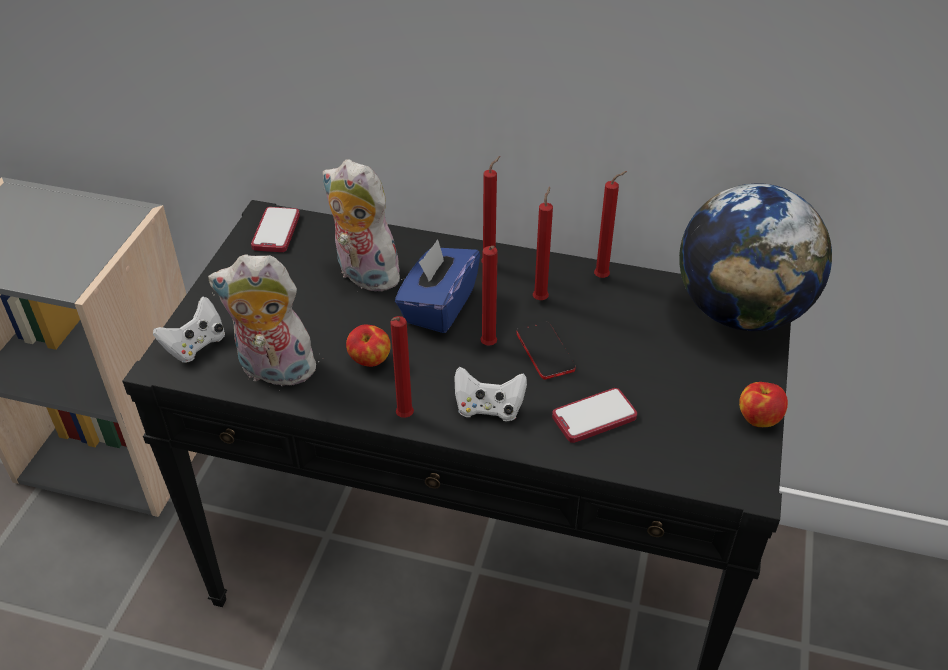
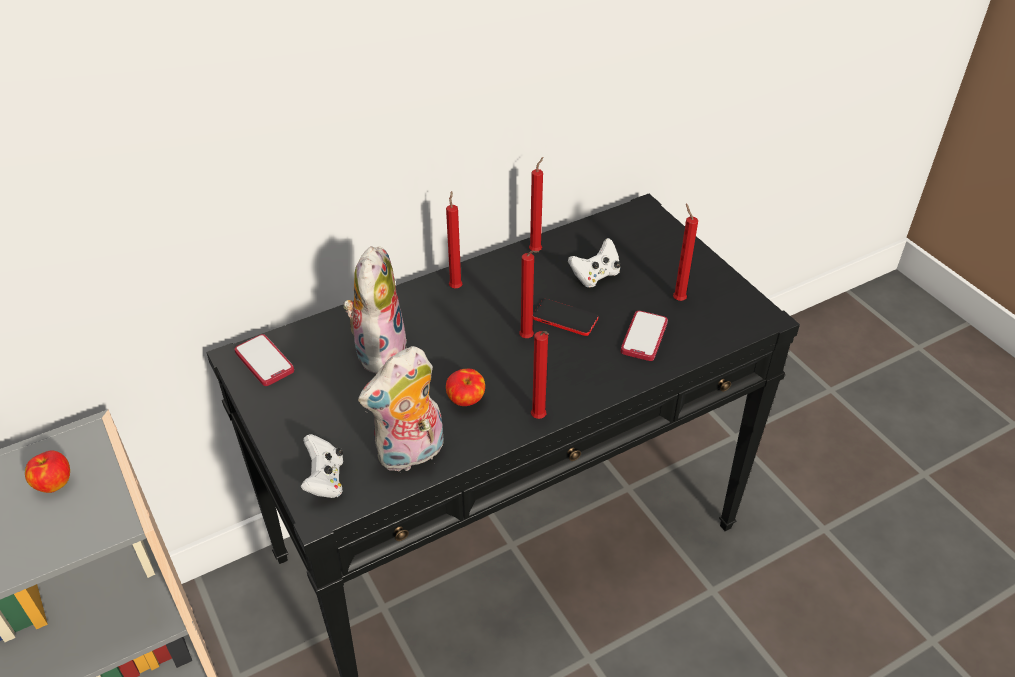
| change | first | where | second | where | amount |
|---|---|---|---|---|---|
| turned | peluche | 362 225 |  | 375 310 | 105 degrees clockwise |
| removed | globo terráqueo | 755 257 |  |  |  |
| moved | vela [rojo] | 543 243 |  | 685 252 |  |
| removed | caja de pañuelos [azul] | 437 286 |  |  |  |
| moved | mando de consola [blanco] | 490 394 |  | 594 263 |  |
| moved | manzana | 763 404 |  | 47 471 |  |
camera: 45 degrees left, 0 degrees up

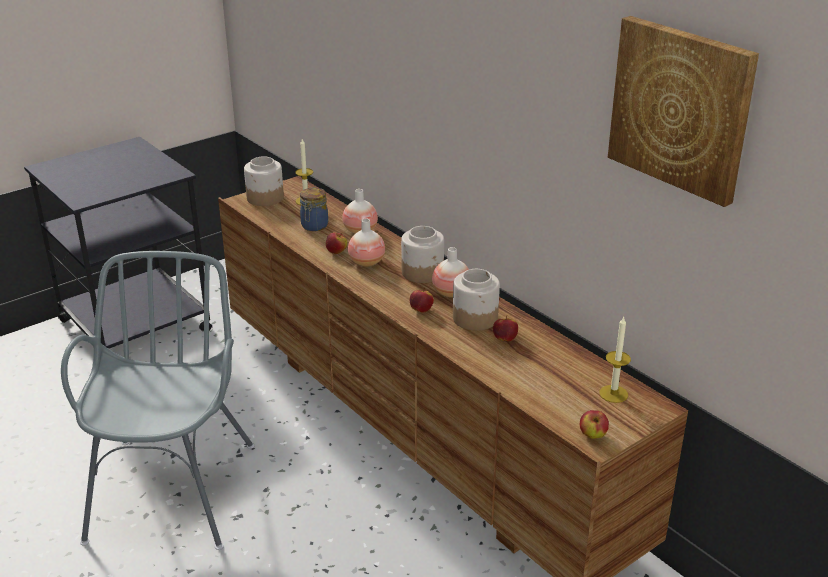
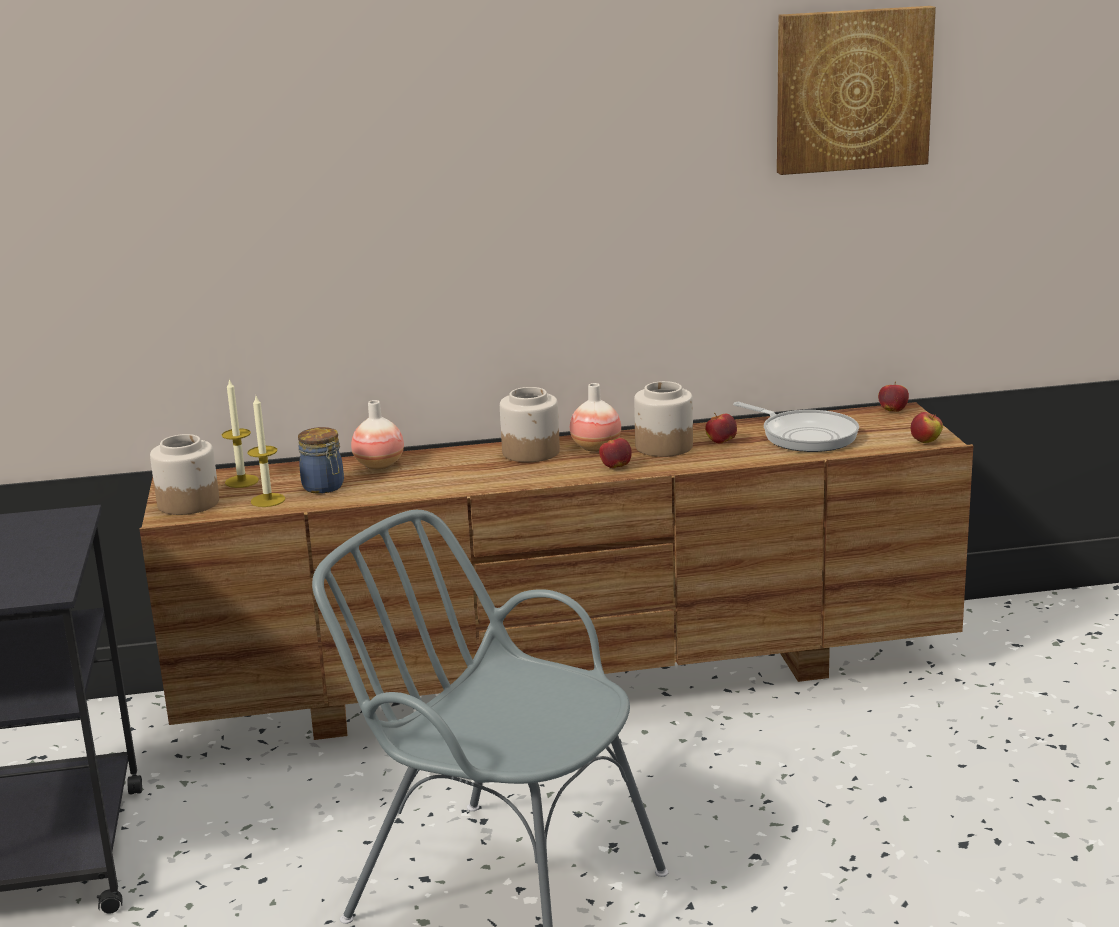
| change | first | where | second | where | amount |
|---|---|---|---|---|---|
| removed | florero | 366 242 |  |  |  |
| moved | manzana | 336 243 |  | 893 396 |  |
| moved | vela | 615 360 |  | 266 451 |  |
| added |  |  | sartén | 796 427 |  |
camera: 60 degrees left, 10 degrees down

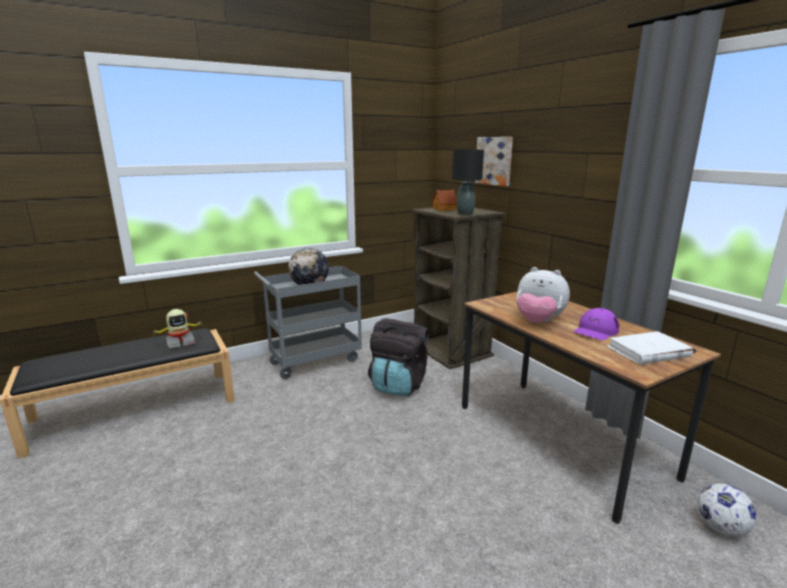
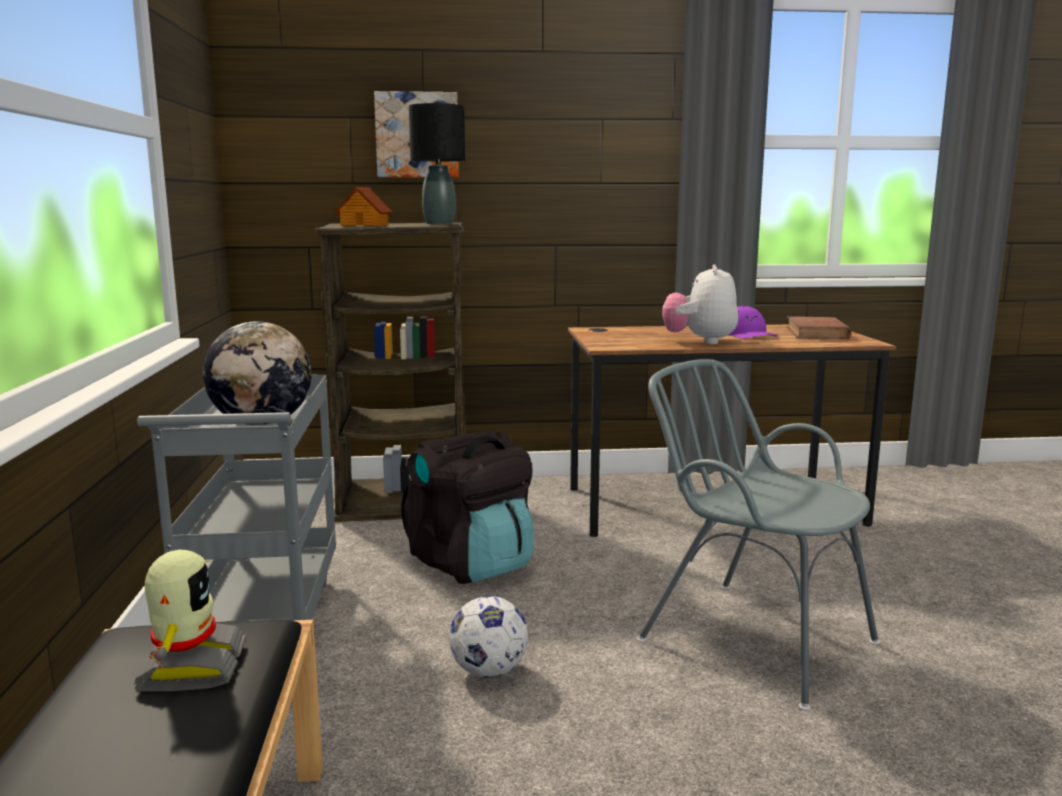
| change | first | where | second | where | amount |
|---|---|---|---|---|---|
| turned | peluche | 543 295 |  | 700 304 | 135 degrees clockwise |
| recoloured | libro [blanco] | 650 348 | libro [marrón] | 818 327 |  |
| moved | balón de fútbol | 727 510 |  | 488 637 |  |
| added |  |  | silla [gris] | 758 535 |  |
camera: 65 degrees left, 5 degrees down

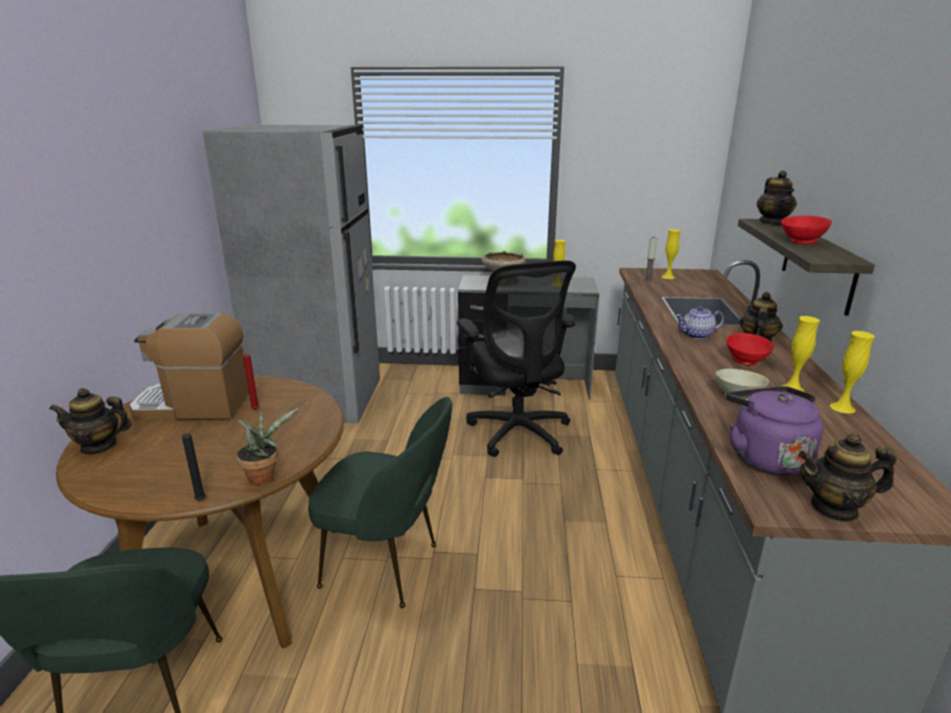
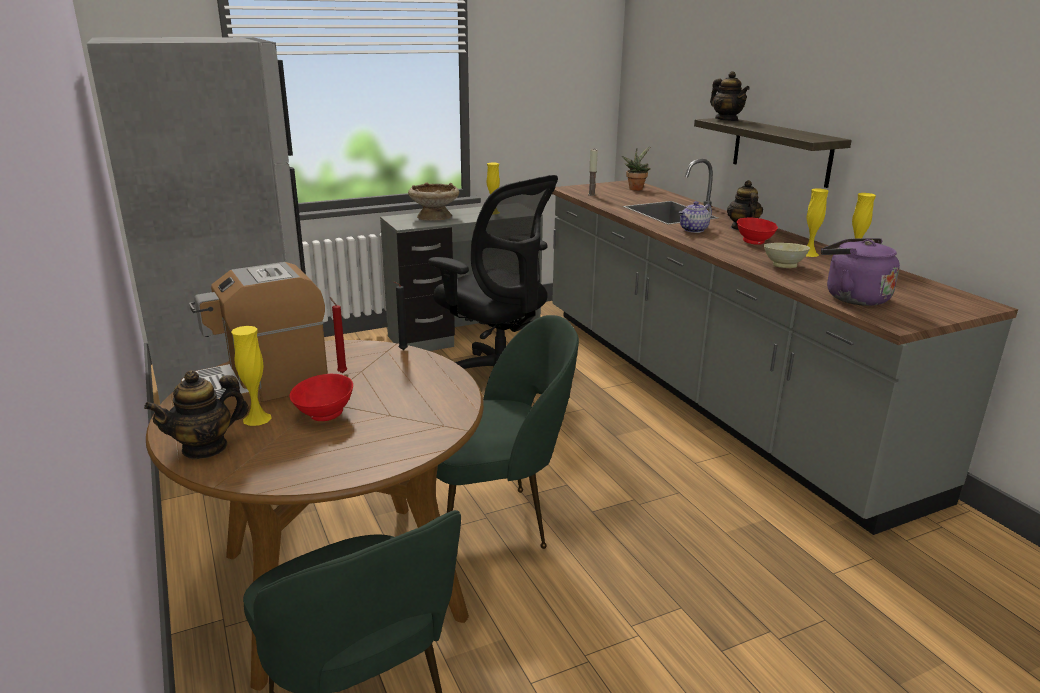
| change | first | where | second | where | amount |
|---|---|---|---|---|---|
| moved | cuenco [rojo] | 806 230 |  | 321 397 |  |
| moved | florero [amarillo] | 670 254 |  | 251 376 |  |
| moved | planta en maceta | 267 447 |  | 636 168 |  |
| moved | vela [negro] | 190 465 |  | 401 316 |  |
| removed | tetera | 847 477 |  |  |  |
camera: 30 degrees left, 0 degrees up

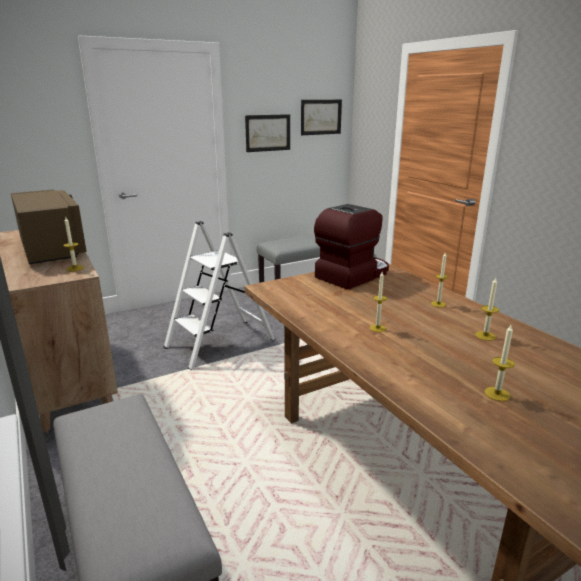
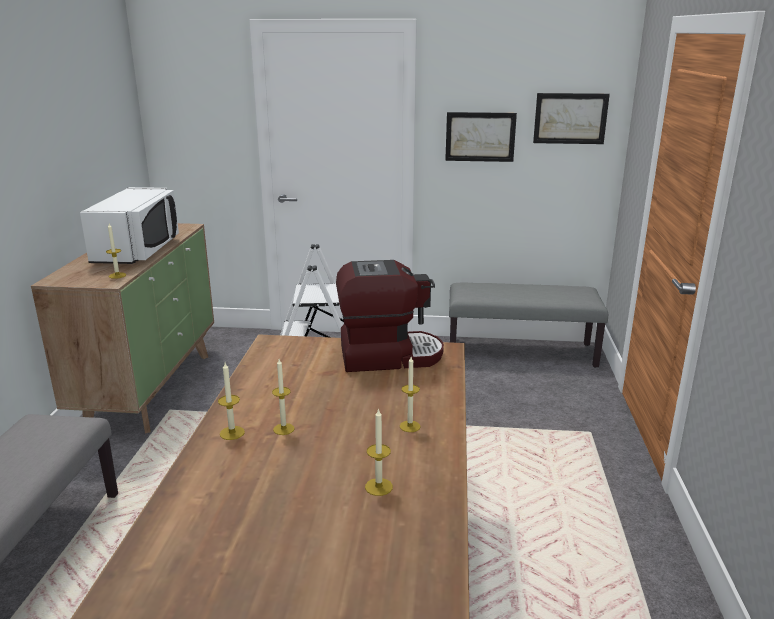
| change | first | where | second | where | amount |
|---|---|---|---|---|---|
| recoloured | microondas [marrón] | 49 226 | microondas [blanco] | 129 225 |  |
| moved | vela | 499 363 |  | 231 401 |  |
camera: 35 degrees right, 0 degrees up

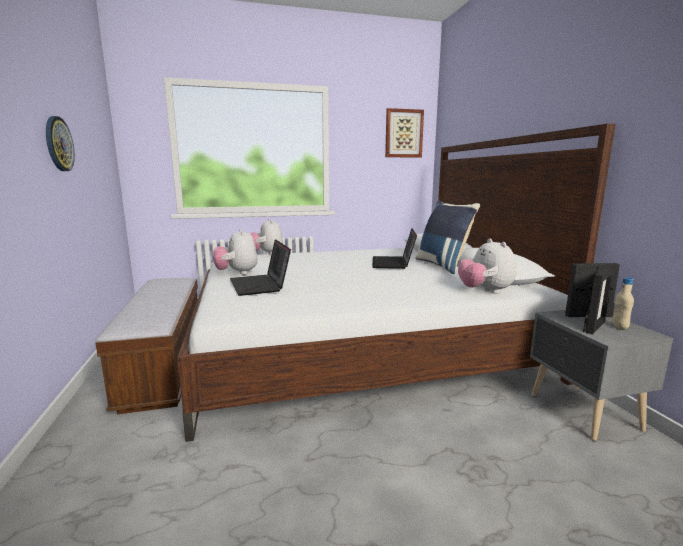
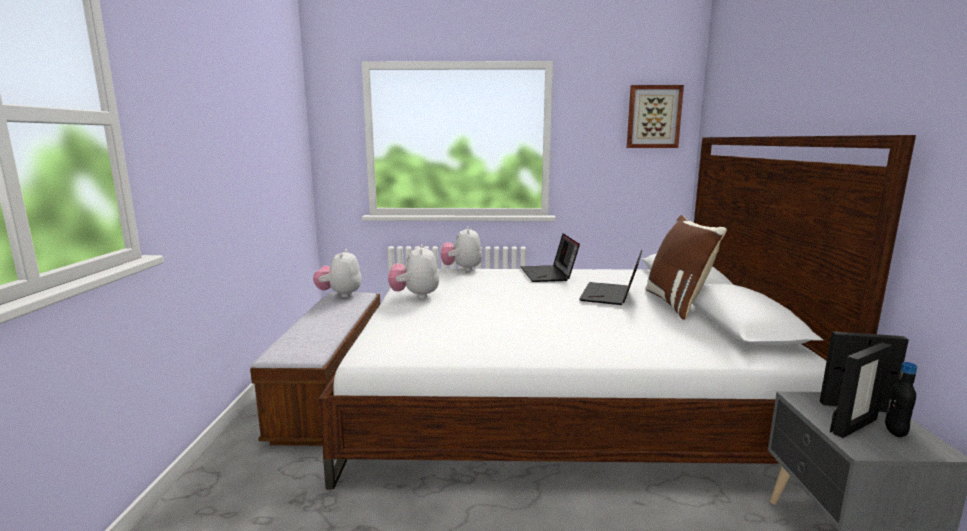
| change | first | where | second | where | amount |
|---|---|---|---|---|---|
| removed | reloj de pared | 60 143 |  |  |  |
| recoloured | cojín [azul] | 448 237 | cojín [marrón] | 686 267 |  |
| moved | portátil | 260 267 |  | 550 257 |  |
| moved | peluche | 487 266 |  | 337 273 |  |
| recoloured | botella [beis] | 623 303 | botella [negro] | 901 399 |  |
camera: 15 degrees right, 0 degrees up

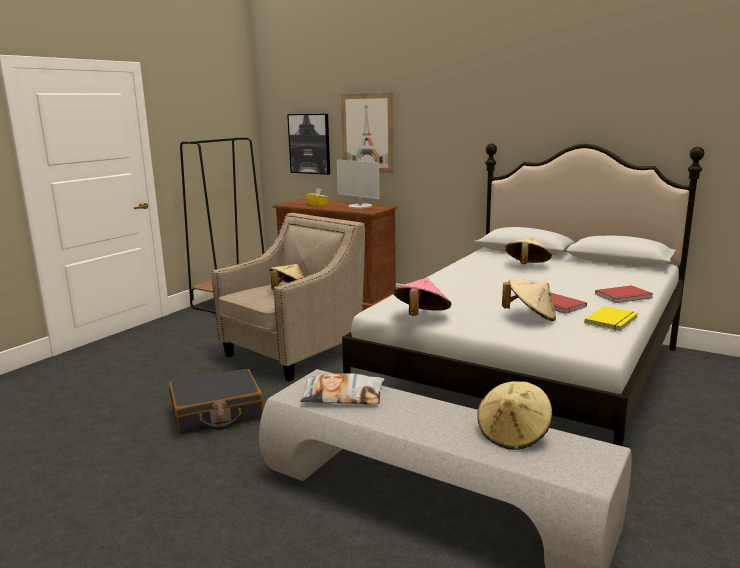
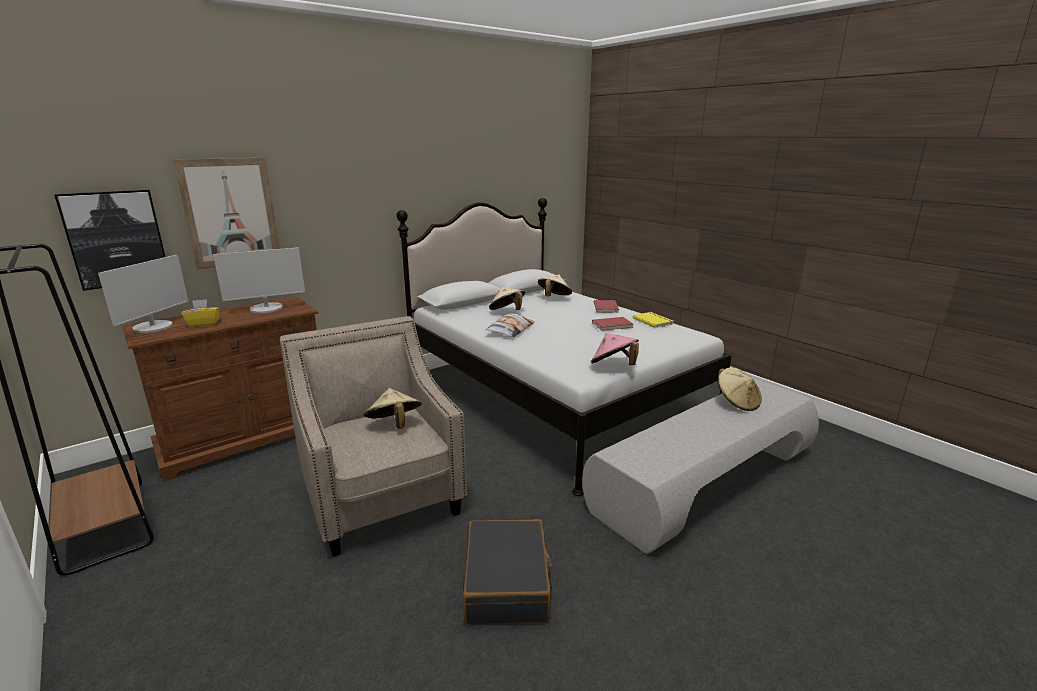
| change | first | where | second | where | amount |
|---|---|---|---|---|---|
| moved | sombrero [beis] | 529 299 |  | 555 285 |  |
| moved | cojín | 342 389 |  | 510 325 |  |
| added |  |  | monitor | 143 294 |  |
camera: 70 degrees left, 5 degrees up

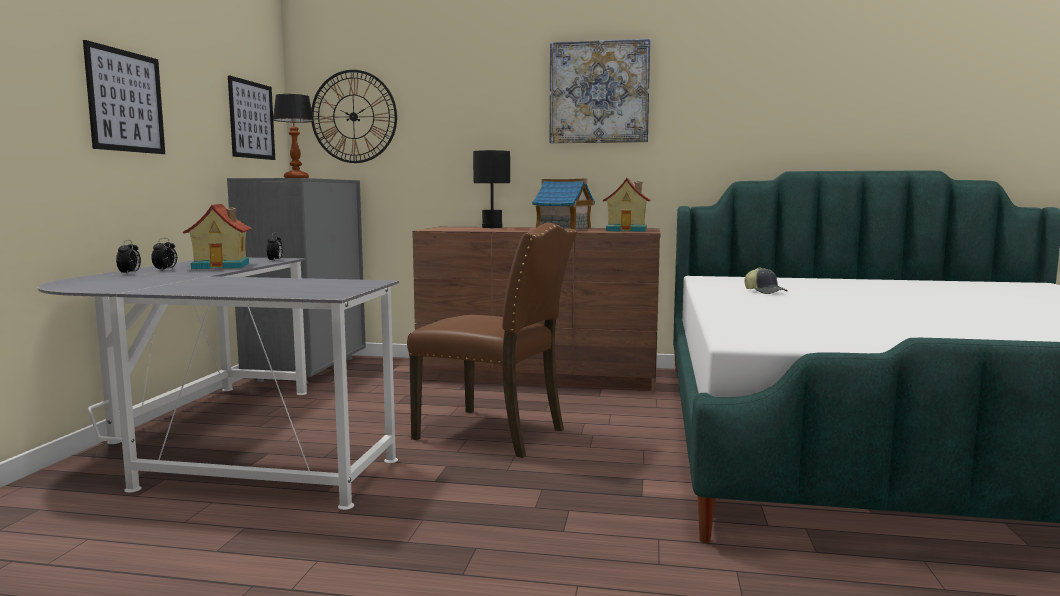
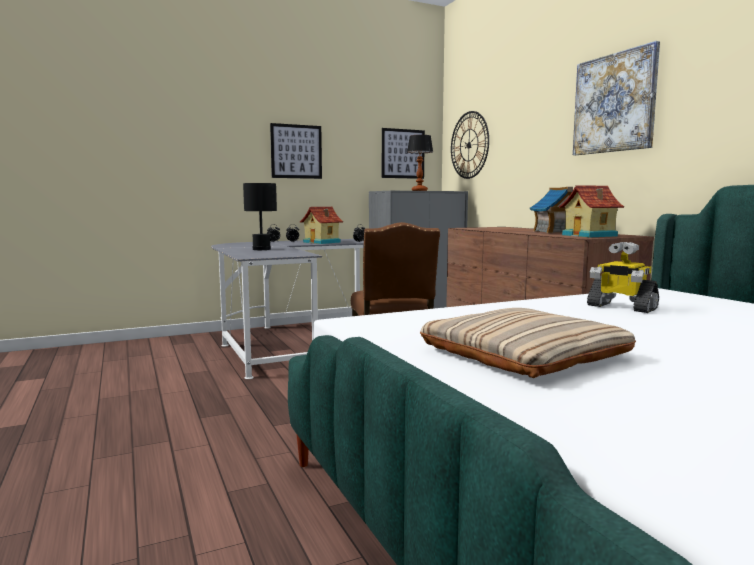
| change | first | where | second | where | amount |
|---|---|---|---|---|---|
| moved | lámpara de mesa [negro] | 491 189 |  | 260 216 |  |
| replaced | gorra | 766 280 | robot de juguete | 623 277 |  |
| added |  |  | cojín [beis] | 528 343 |  |
camera: 55 degrees right, 0 degrees up

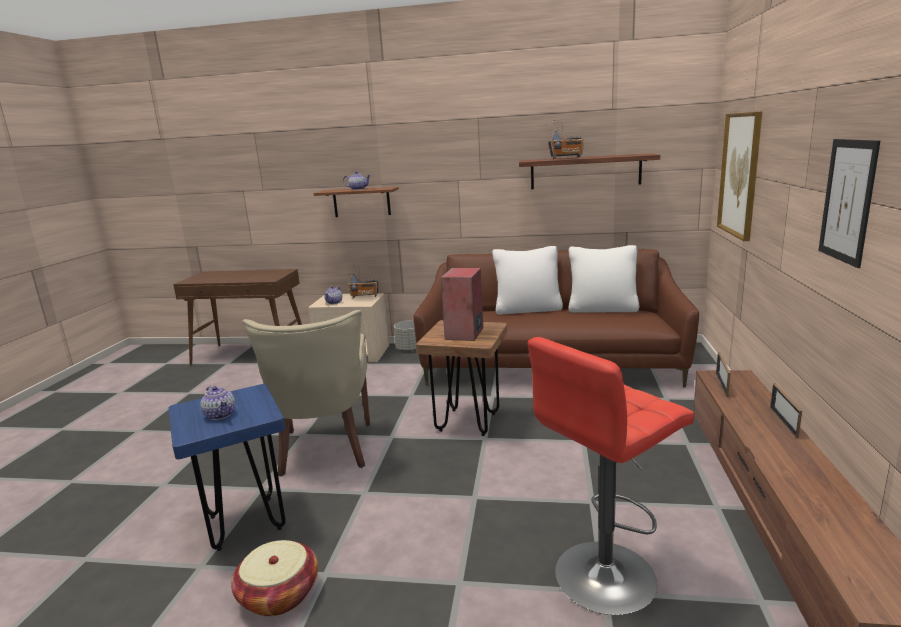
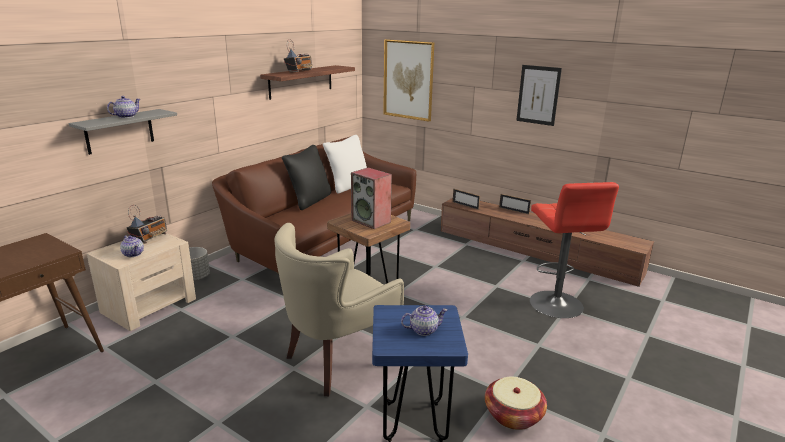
| change | first | where | second | where | amount |
|---|---|---|---|---|---|
| recoloured | estante [marrón] | 356 202 | estante [gris] | 123 132 |  |
| recoloured | cojín [blanco] | 527 280 | cojín [negro] | 306 177 |  |
| turned | sillón [beis] | 306 393 |  | 339 309 | 120 degrees clockwise |
camera: 65 degrees left, 5 degrees up

